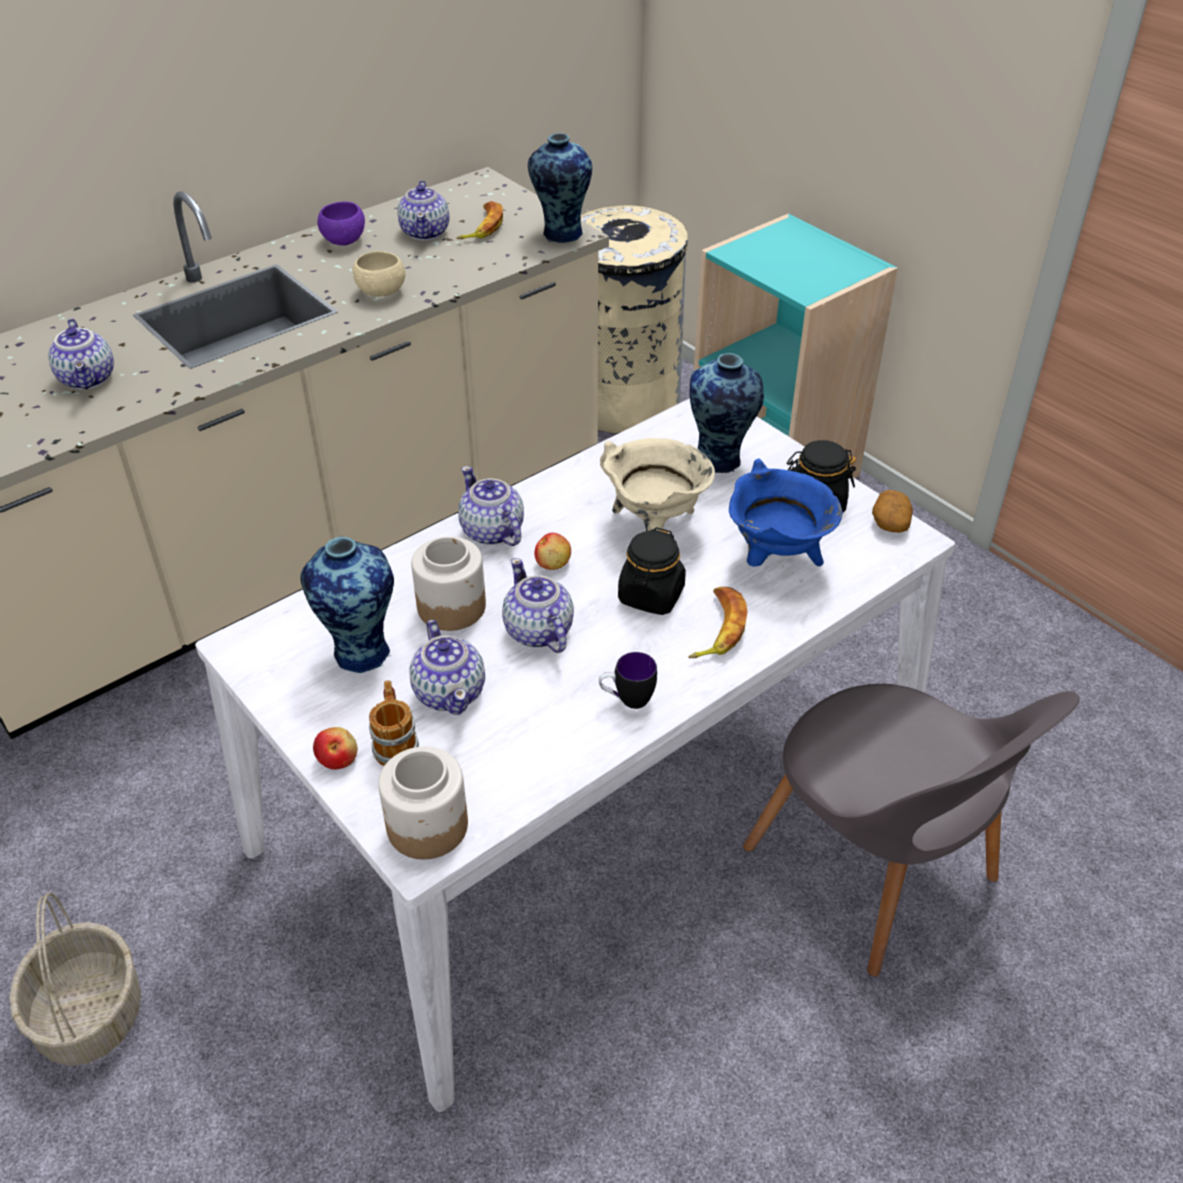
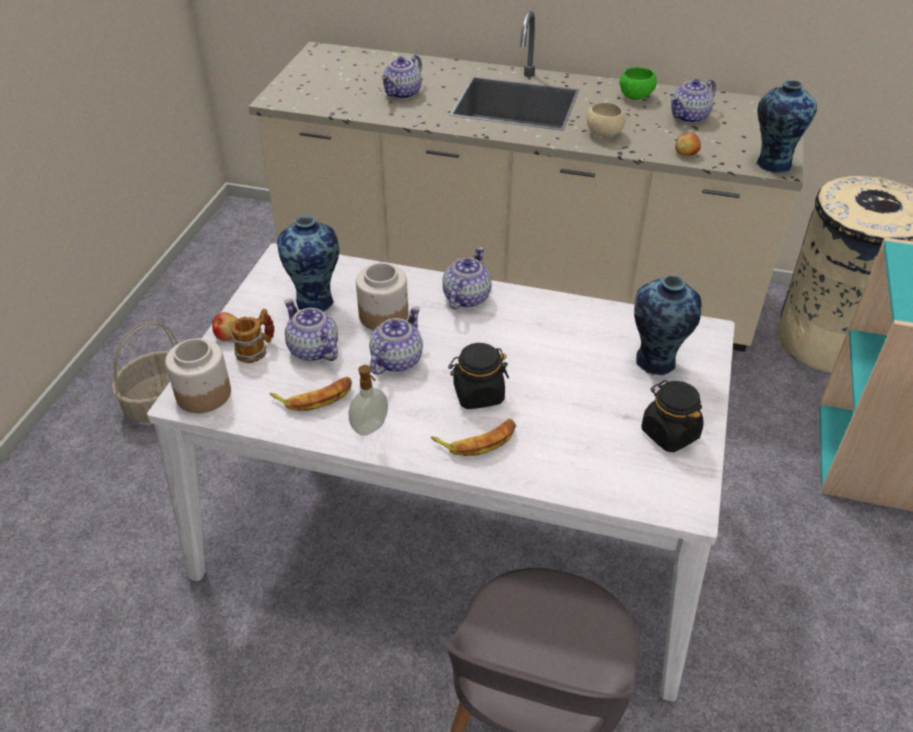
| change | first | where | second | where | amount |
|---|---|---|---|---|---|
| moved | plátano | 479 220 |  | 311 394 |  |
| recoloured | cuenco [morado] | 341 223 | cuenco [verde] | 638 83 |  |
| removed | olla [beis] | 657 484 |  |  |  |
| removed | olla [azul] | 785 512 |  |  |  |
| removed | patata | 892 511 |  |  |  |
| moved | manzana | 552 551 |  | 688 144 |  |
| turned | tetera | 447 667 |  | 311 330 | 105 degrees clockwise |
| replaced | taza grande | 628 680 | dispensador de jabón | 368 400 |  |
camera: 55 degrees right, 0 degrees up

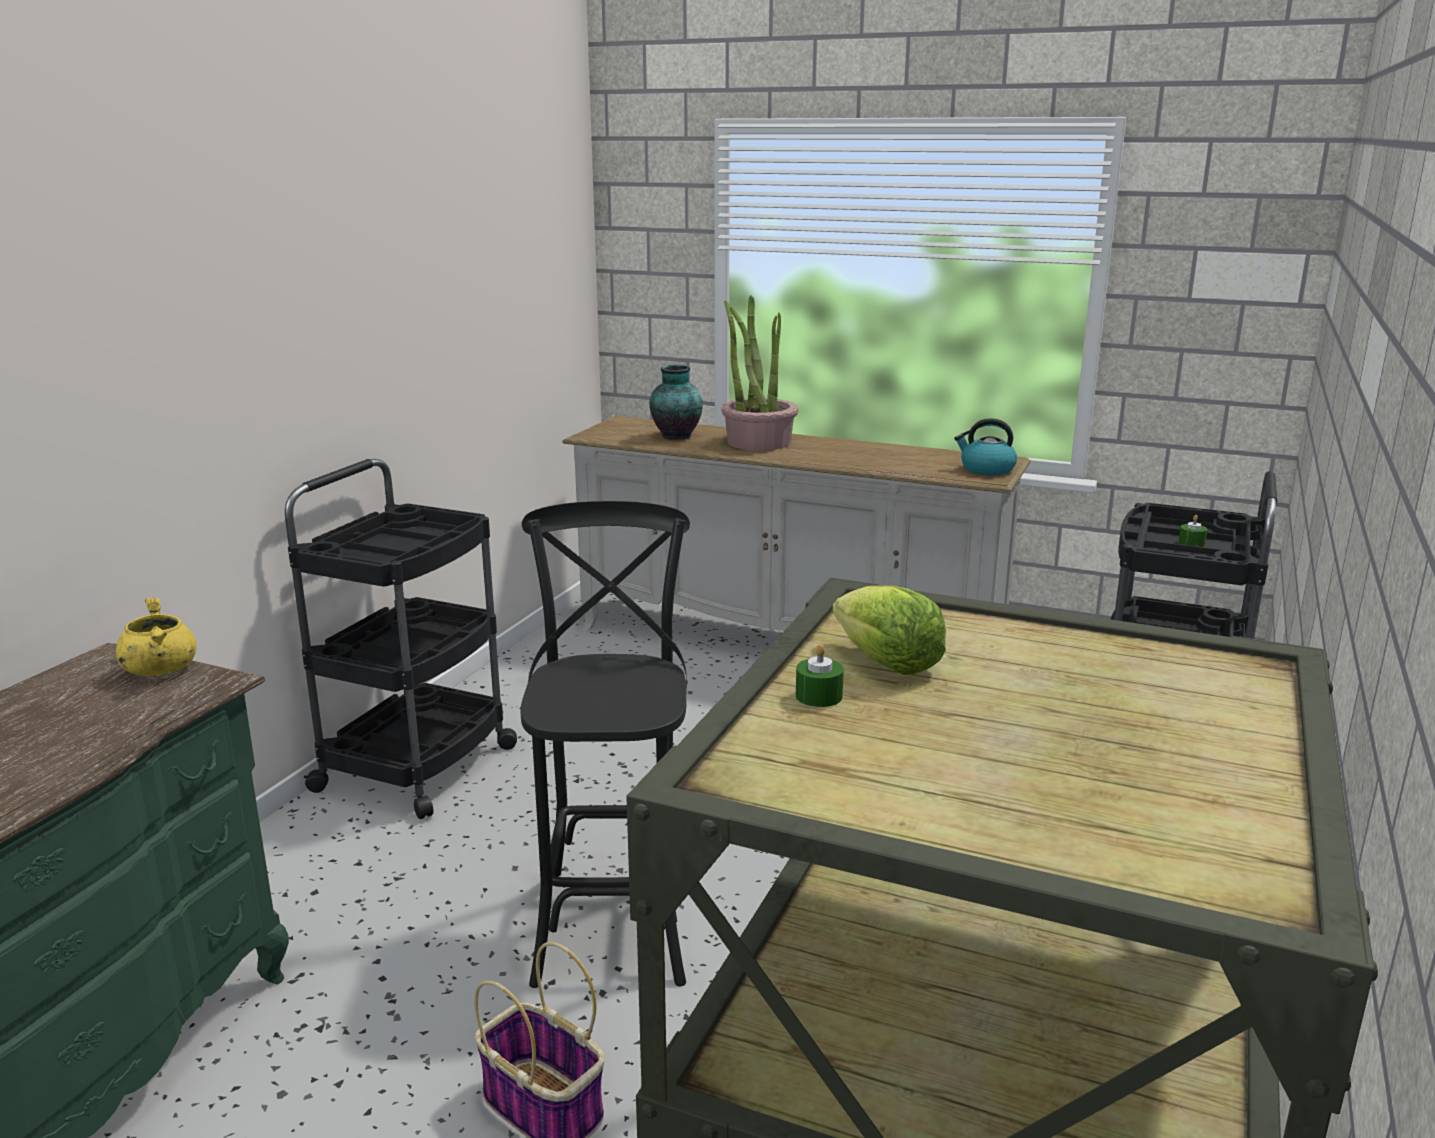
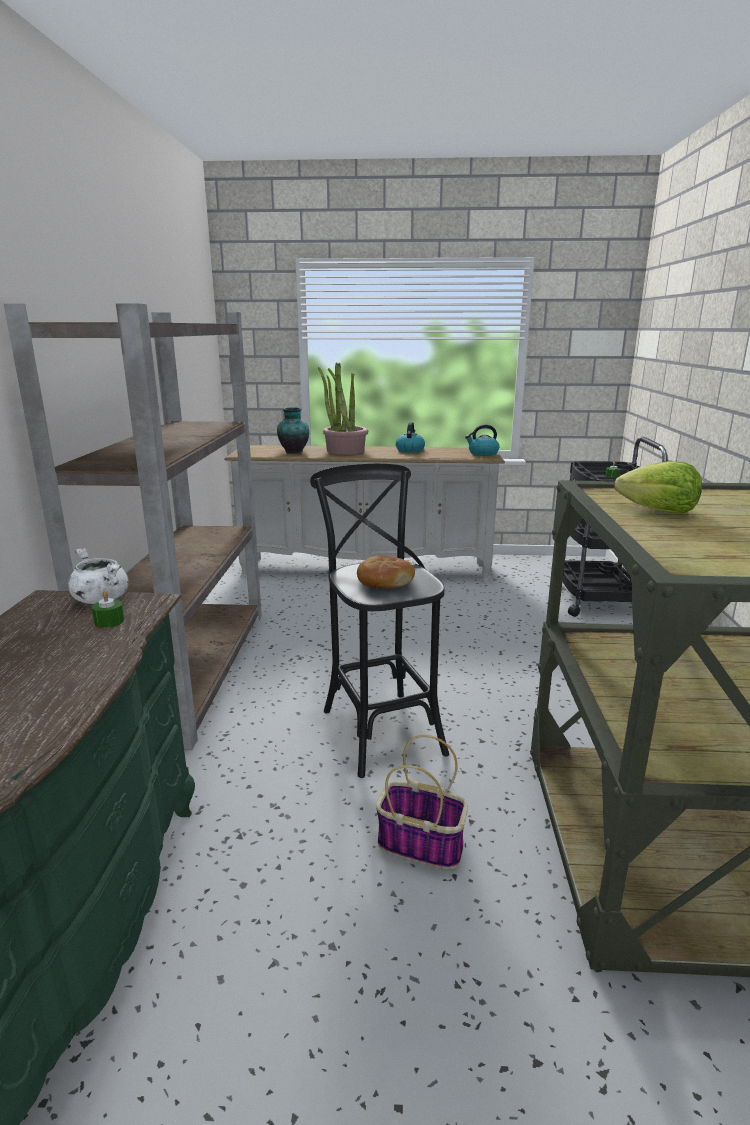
| change | first | where | second | where | amount |
|---|---|---|---|---|---|
| replaced | carrito [negro] | 401 639 | estantería [marrón] | 133 527 |  |
| recoloured | olla [amarillo] | 156 636 | olla [blanco] | 98 576 |  |
| moved | vela [verde] | 820 675 |  | 108 609 |  |
| added |  |  | hervidor | 410 437 |  |
| added |  |  | pan | 386 571 |  |
camera: 20 degrees left, 0 degrees up

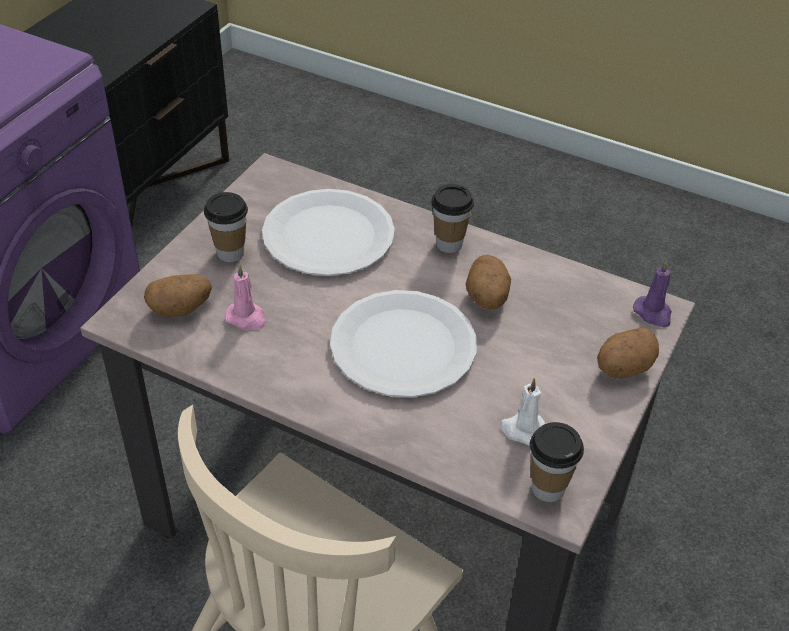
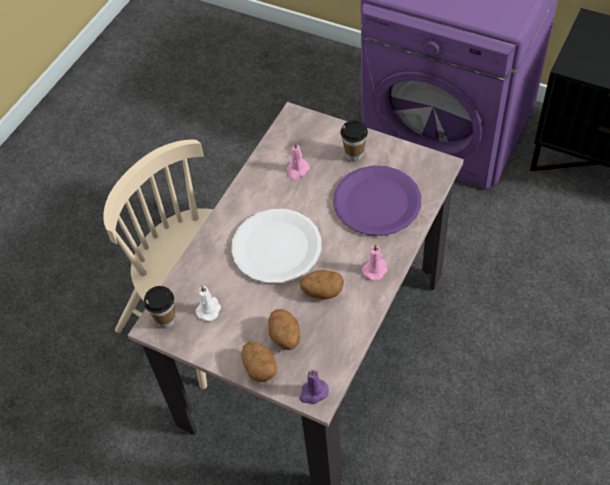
| change | first | where | second | where | amount |
|---|---|---|---|---|---|
| replaced | taza | 452 218 | vela [rosa] | 375 262 |  |
| recoloured | plato [blanco] | 328 232 | plato [morado] | 377 201 |  |
| moved | patata | 178 295 |  | 284 329 |  |
camera: 95 degrees right, 10 degrees up

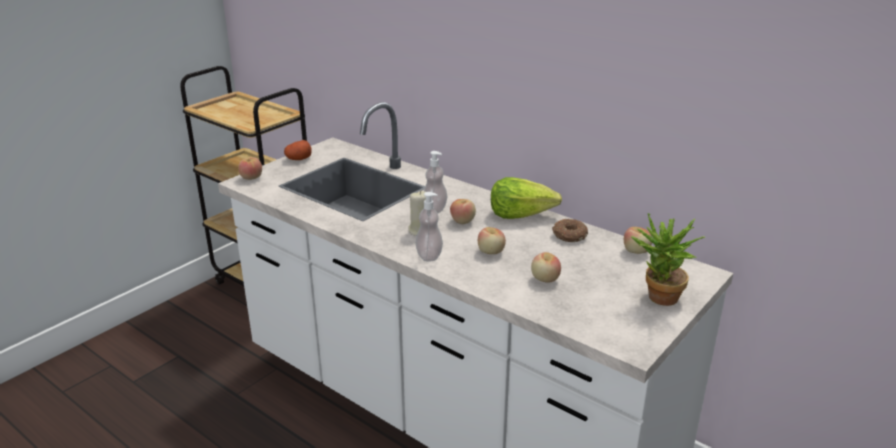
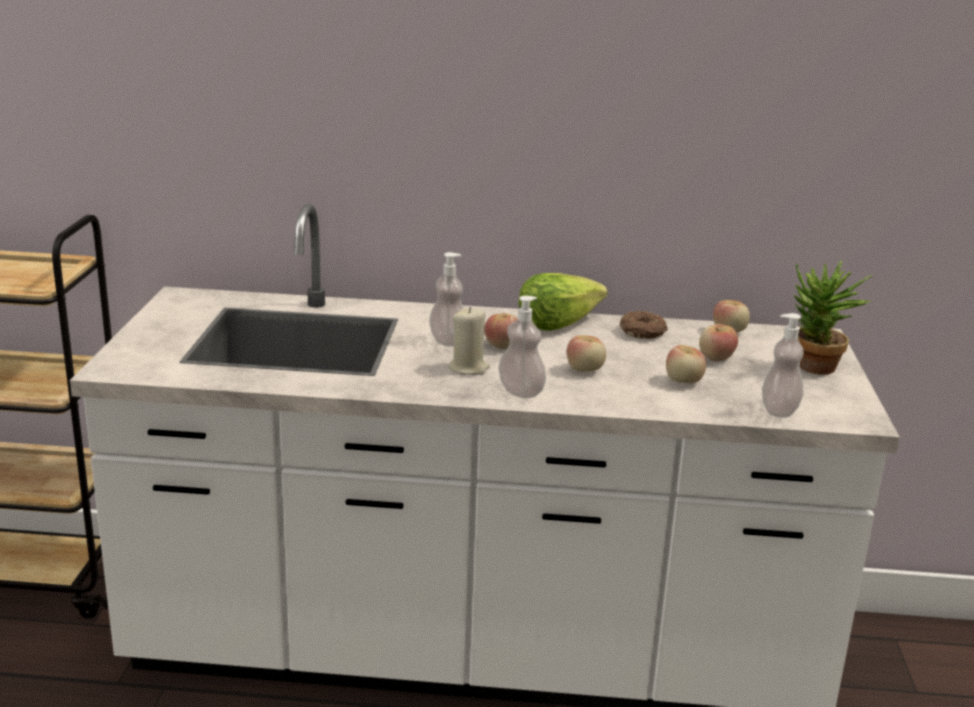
| change | first | where | second | where | amount |
|---|---|---|---|---|---|
| removed | patata | 298 150 |  |  |  |
| moved | manzana | 250 168 |  | 718 343 |  |
| added |  |  | dispensador de jabón | 783 365 |  |
camera: 35 degrees left, 5 degrees down

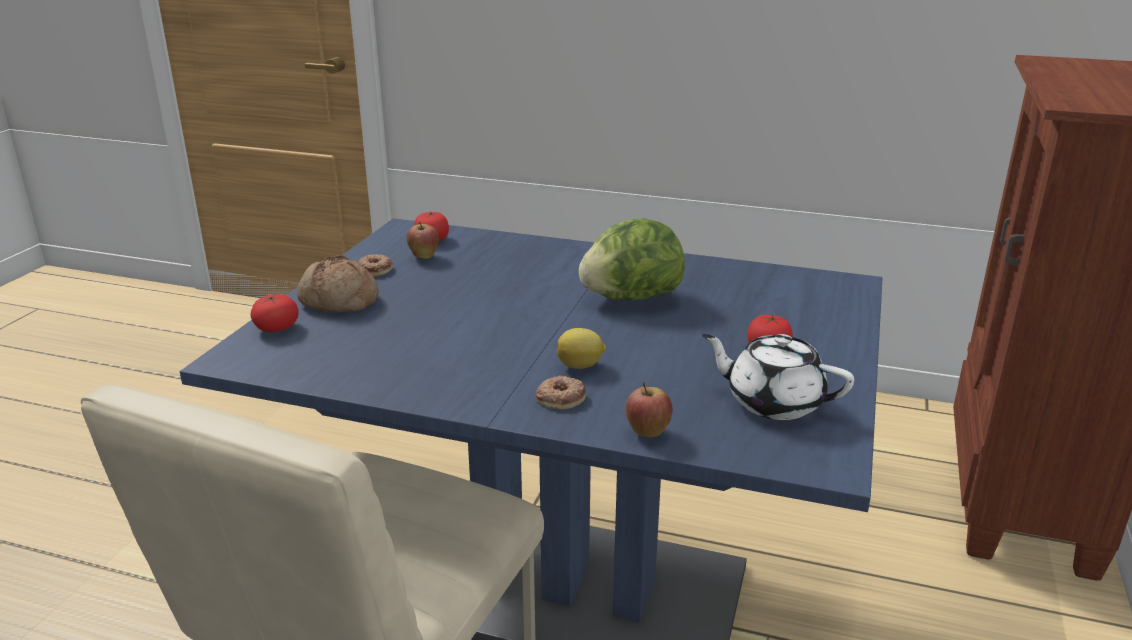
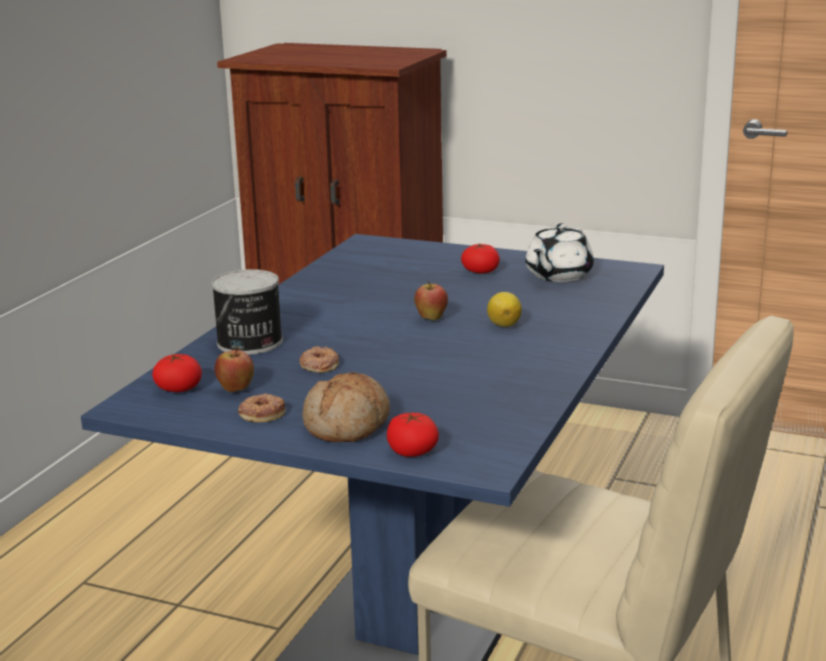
| change | first | where | second | where | amount |
|---|---|---|---|---|---|
| removed | lechuga | 632 259 |  |  |  |
| moved | rosquilla | 561 392 |  | 319 359 |  |
| moved | manzana | 649 409 |  | 431 300 |  |
| added |  |  | lata | 247 312 |  |
camera: 85 degrees left, 5 degrees down

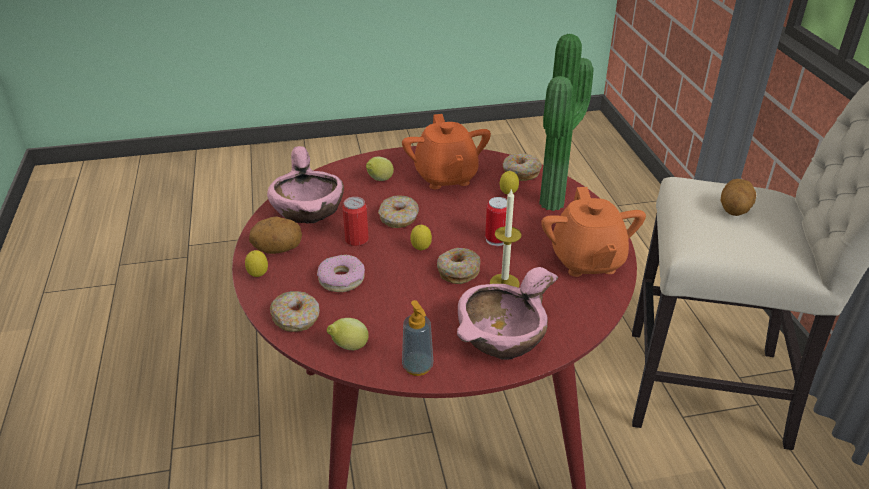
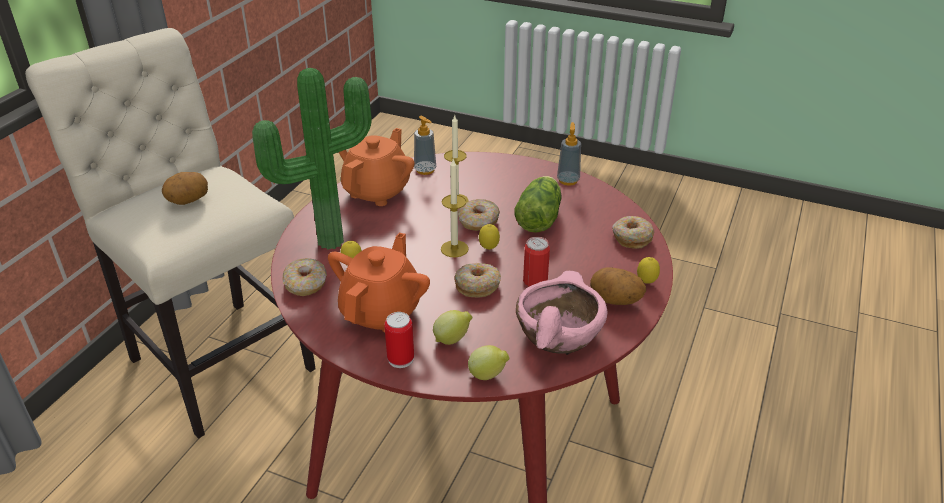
| change | first | where | second | where | amount |
|---|---|---|---|---|---|
| moved | lata | 496 221 |  | 399 340 |  |
| removed | rosquilla | 341 273 |  |  |  |
| removed | cuenco [rosa] | 507 313 |  |  |  |
| moved | limón | 348 334 |  | 489 362 |  |
| added |  |  | dispensador de jabón | 425 145 |  |
| added |  |  | vela | 455 208 |  |
| added |  |  | lechuga | 537 204 |  |
camera: 145 degrees left, 0 degrees up

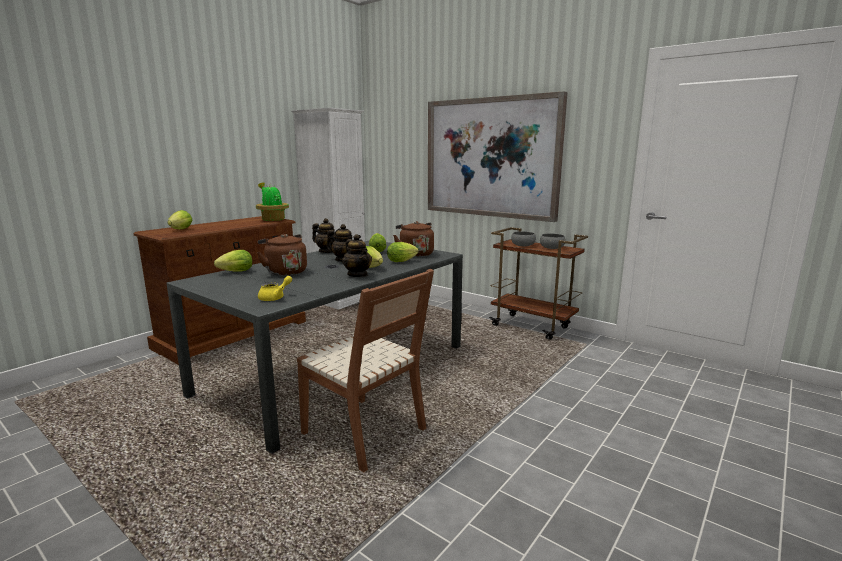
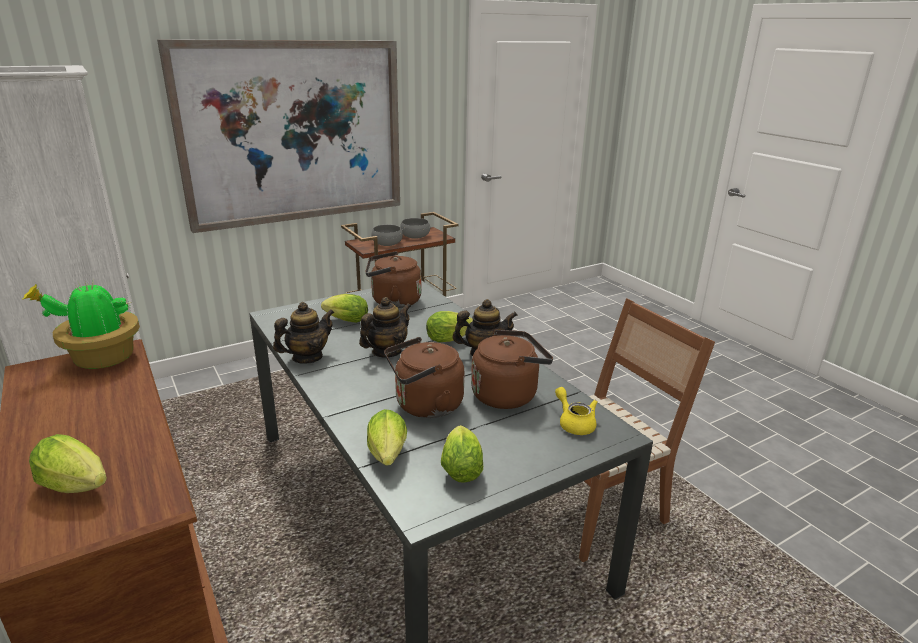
| change | first | where | second | where | amount |
|---|---|---|---|---|---|
| moved | lechuga | 403 252 |  | 462 454 |  |
| added |  |  | hervidor [marrón] | 512 369 |  |
camera: 70 degrees left, 10 degrees up

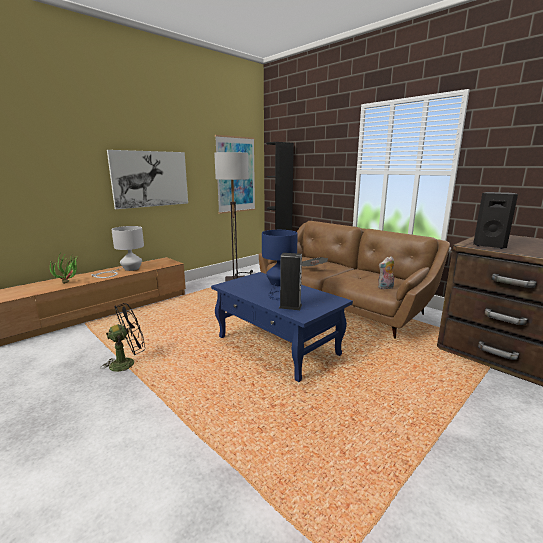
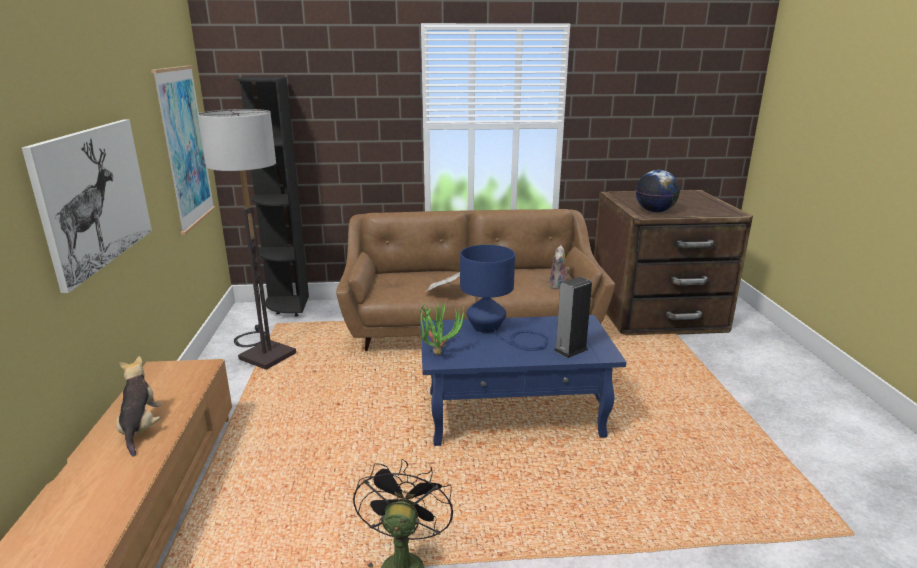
| change | first | where | second | where | amount |
|---|---|---|---|---|---|
| replaced | altavoz [negro] | 495 220 | globo terráqueo | 658 191 |  |
| replaced | lámpara de mesa [gris] | 117 252 | peluche | 139 406 |  |
| moved | planta en maceta | 63 269 |  | 442 328 |  |
camera: 50 degrees left, 5 degrees up

